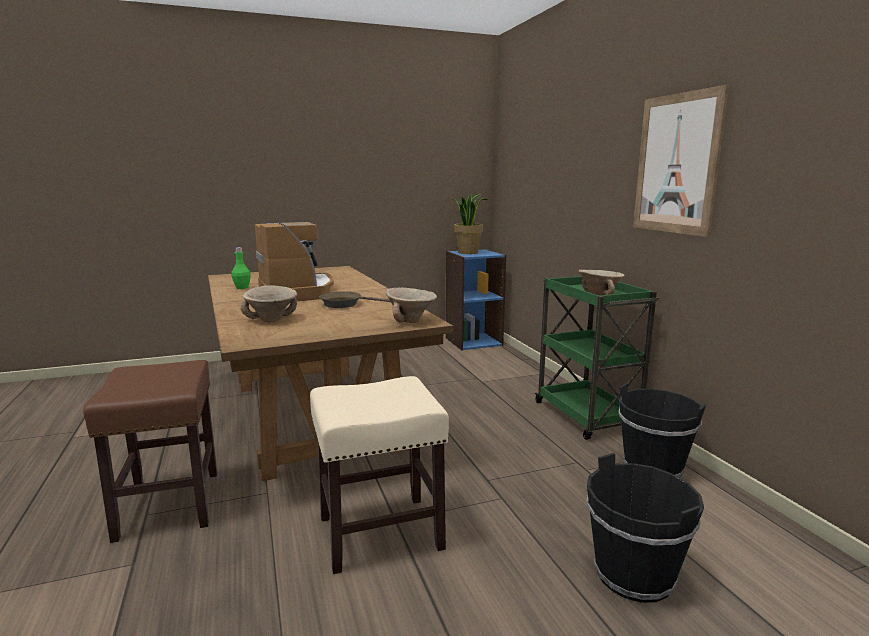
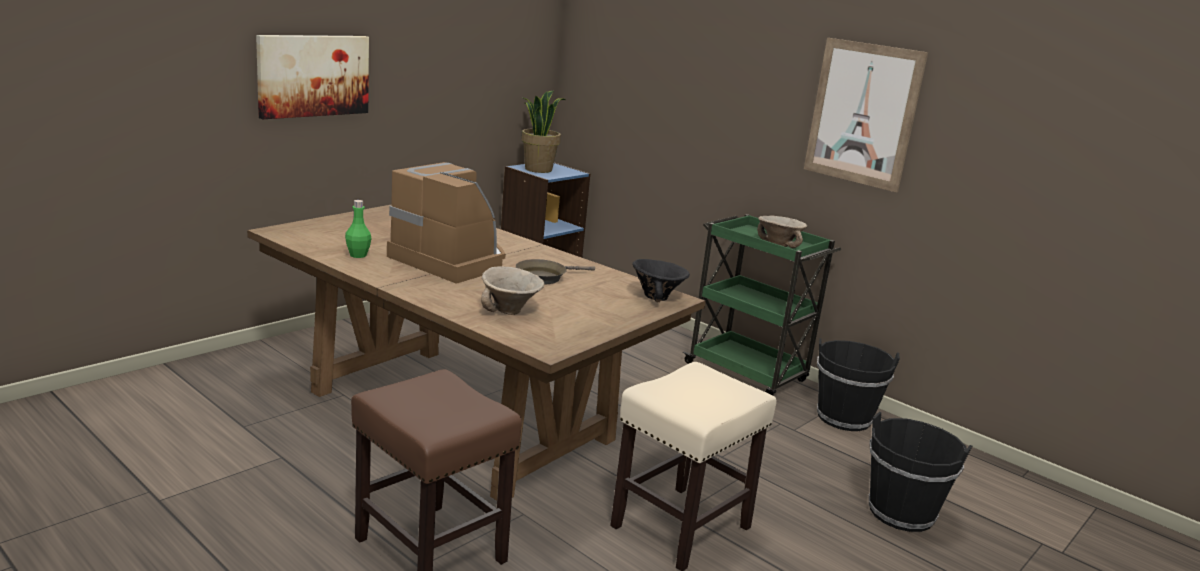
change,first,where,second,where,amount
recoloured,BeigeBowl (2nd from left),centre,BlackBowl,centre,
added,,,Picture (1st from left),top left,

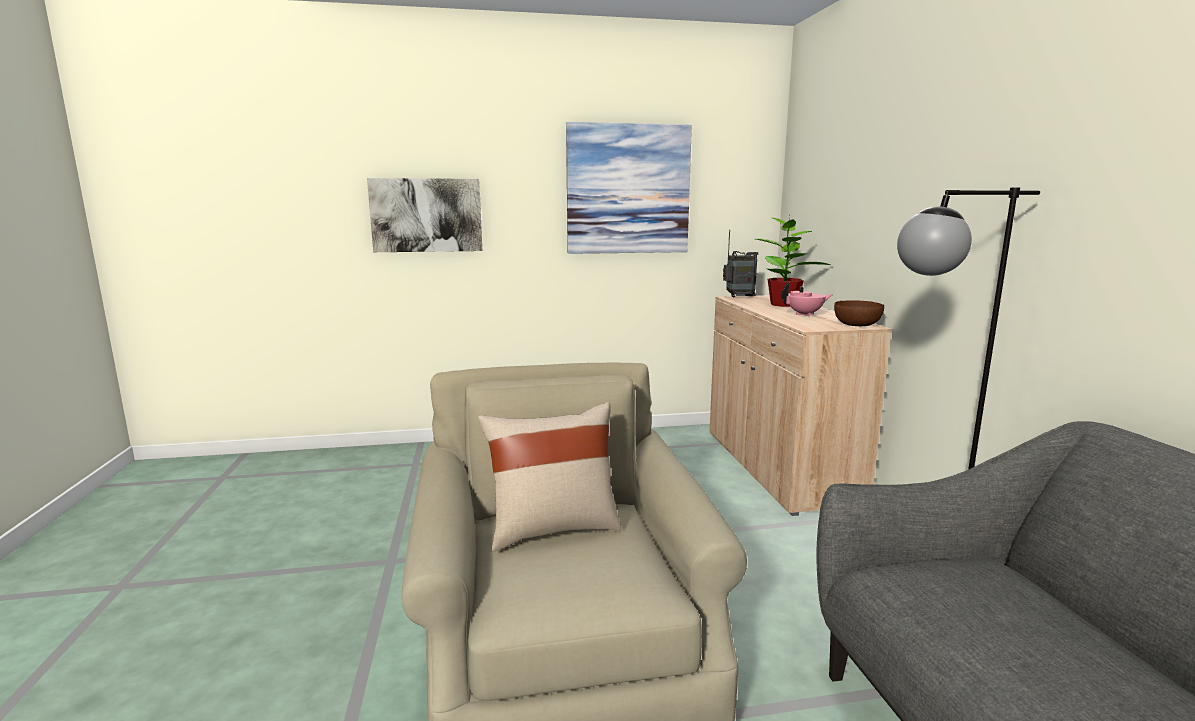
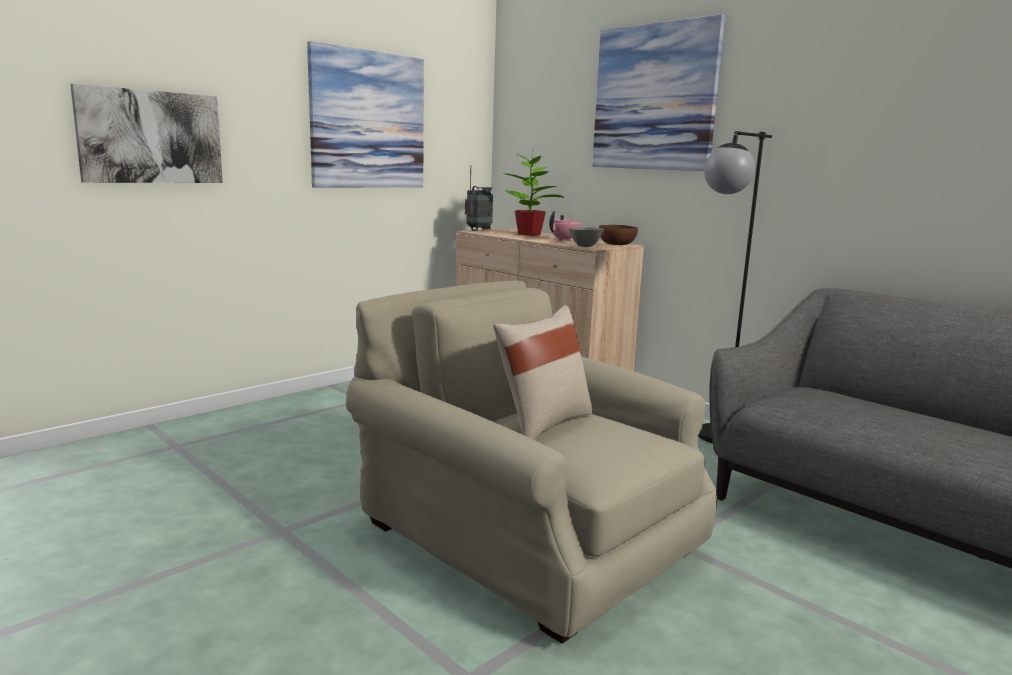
change,first,where,second,where,amount
added,,,Picture (3rd from left),top centre,
added,,,GreyBowl,centre,

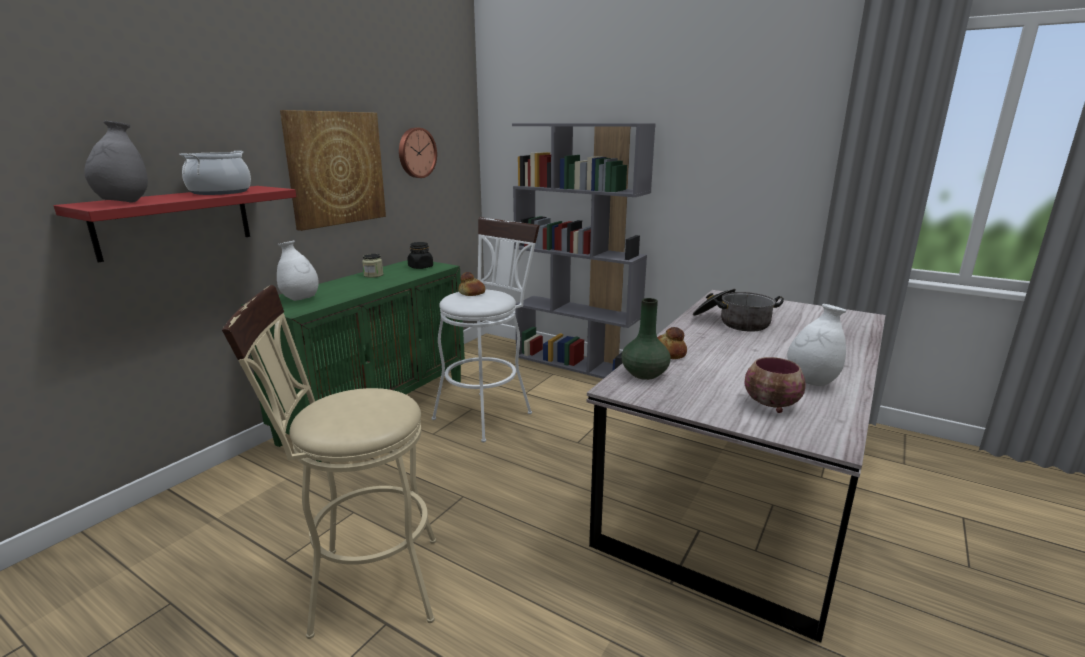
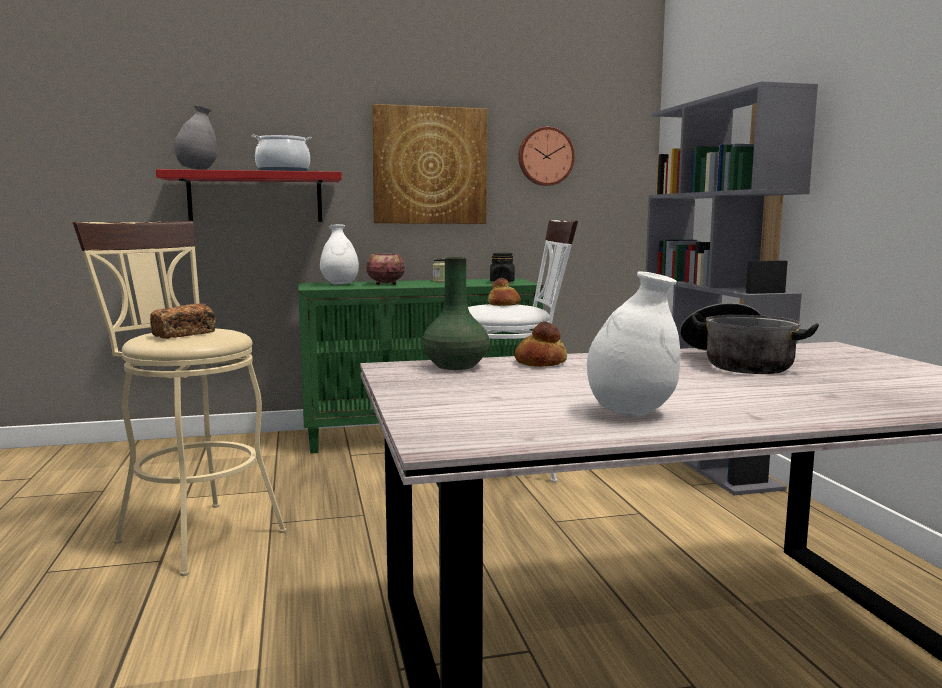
change,first,where,second,where,amount
moved,Bowl,middle right,,centre,
added,,,Bread (1st from left),middle left,

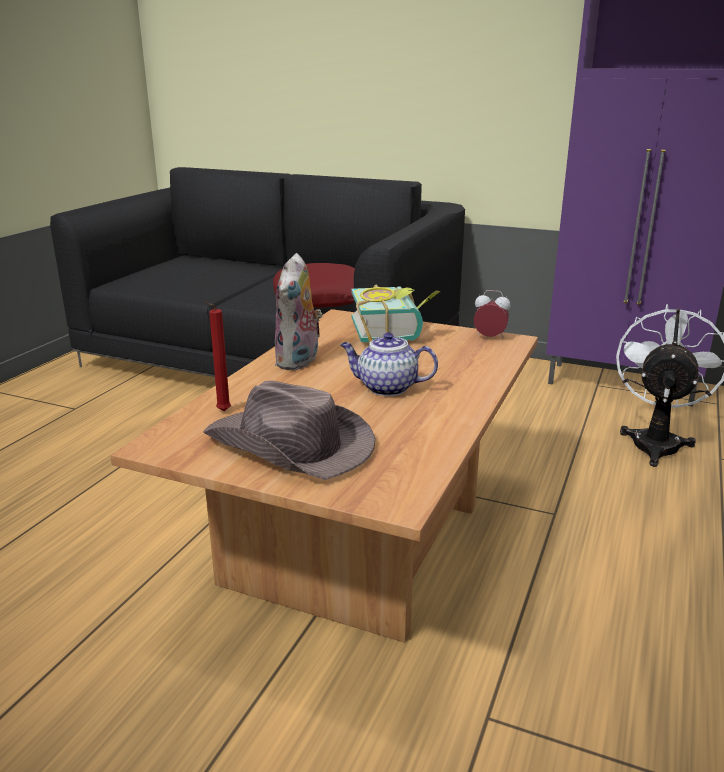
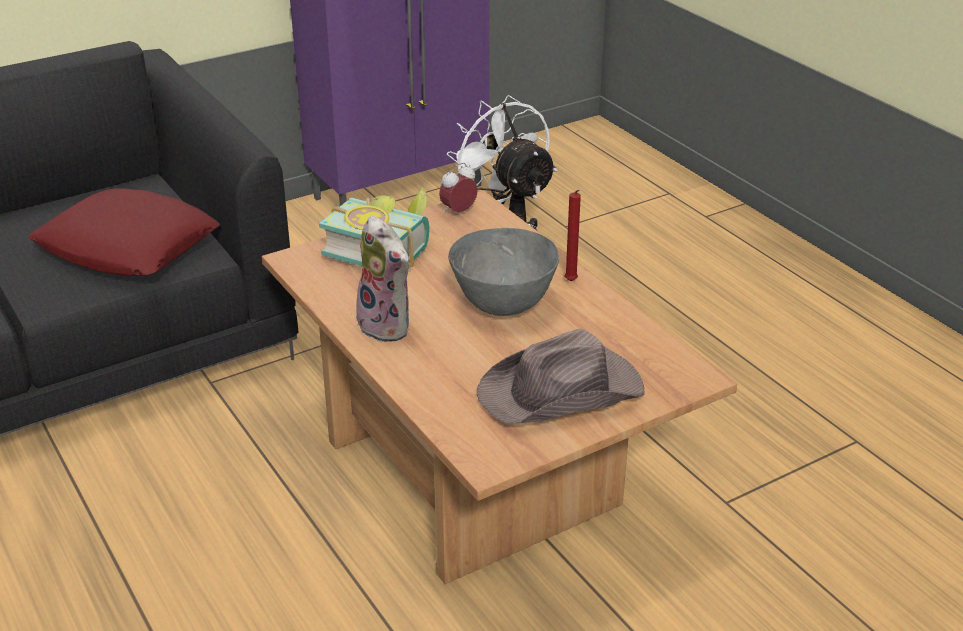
change,first,where,second,where,amount
moved,RedCandle,middle left,,centre,
replaced,Teapot,centre,GreyBowl,centre,

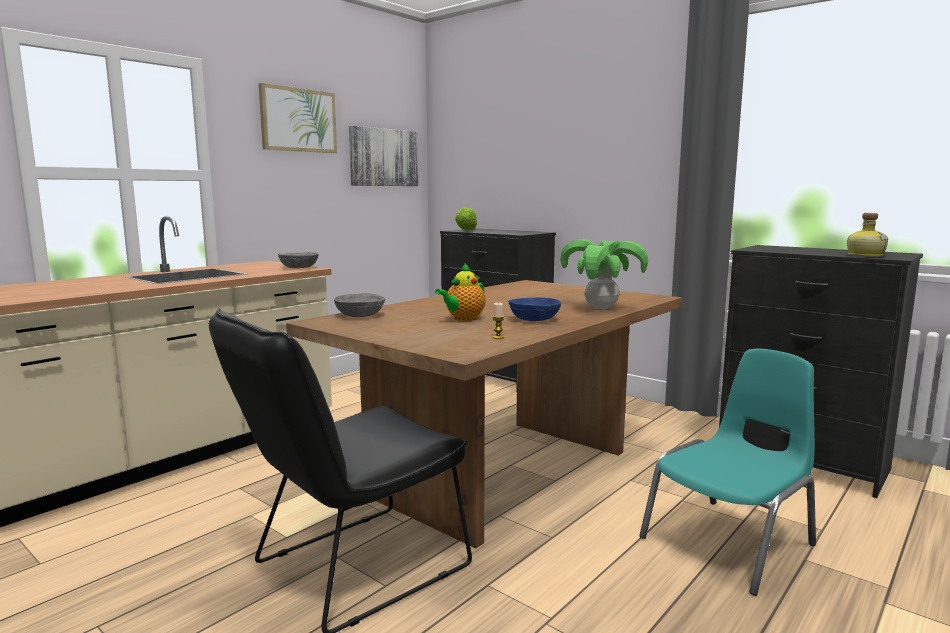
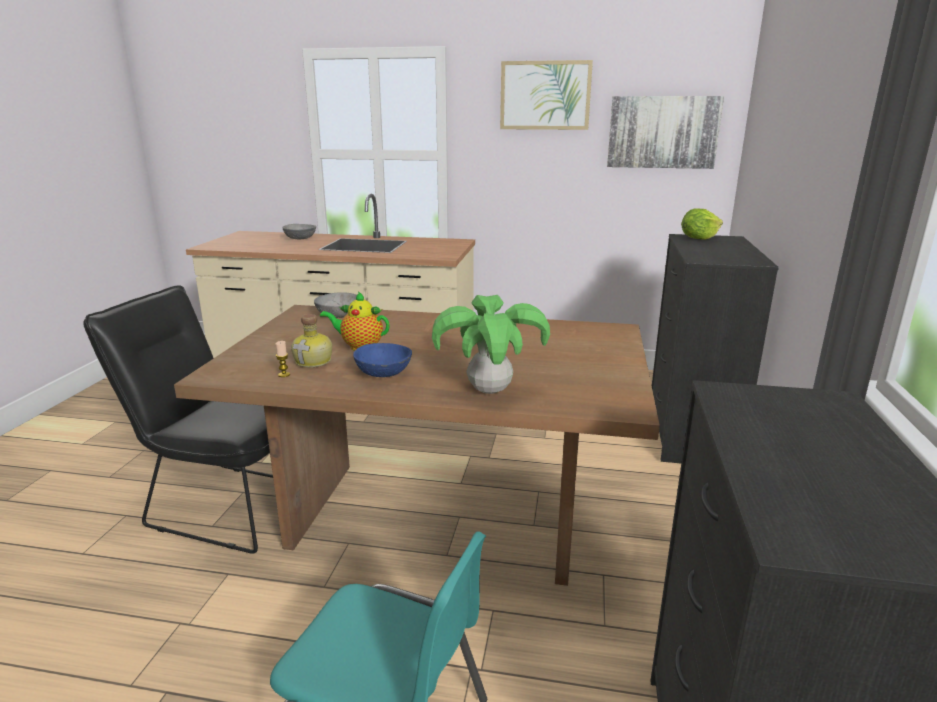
change,first,where,second,where,amount
moved,Bottle,middle right,,middle left,
moved,GreyBowl (1st from left),middle left,,top left,

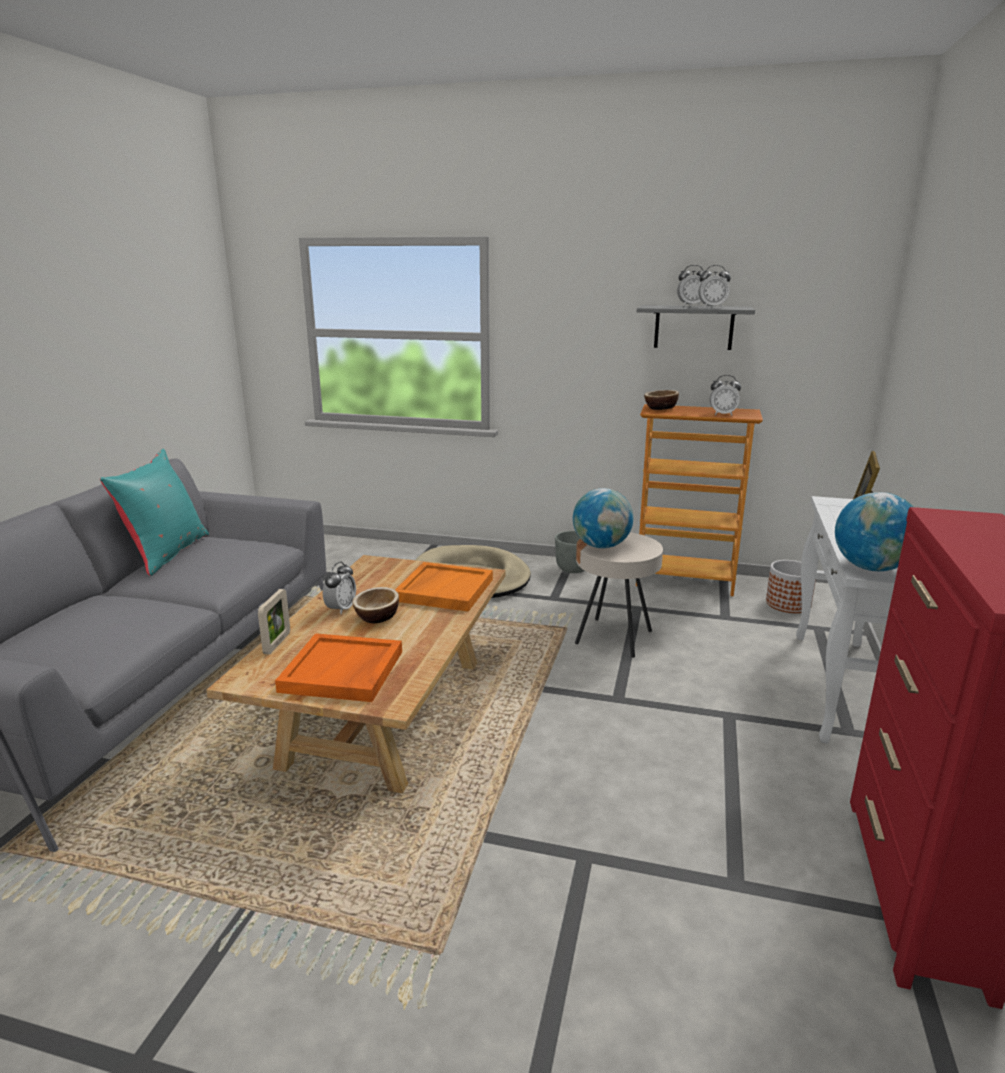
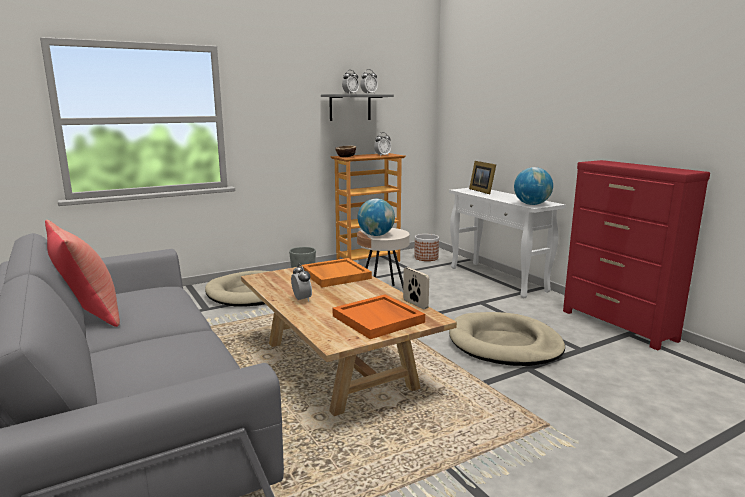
change,first,where,second,where,amount
recoloured,TurquoisePillow,middle left,RedPillow,middle left,
removed,Bowl (1st from left),centre,,,
moved,PictureFrame (1st from left),middle left,,centre,
added,,,BeigeDogBed (2nd from left),bottom right,

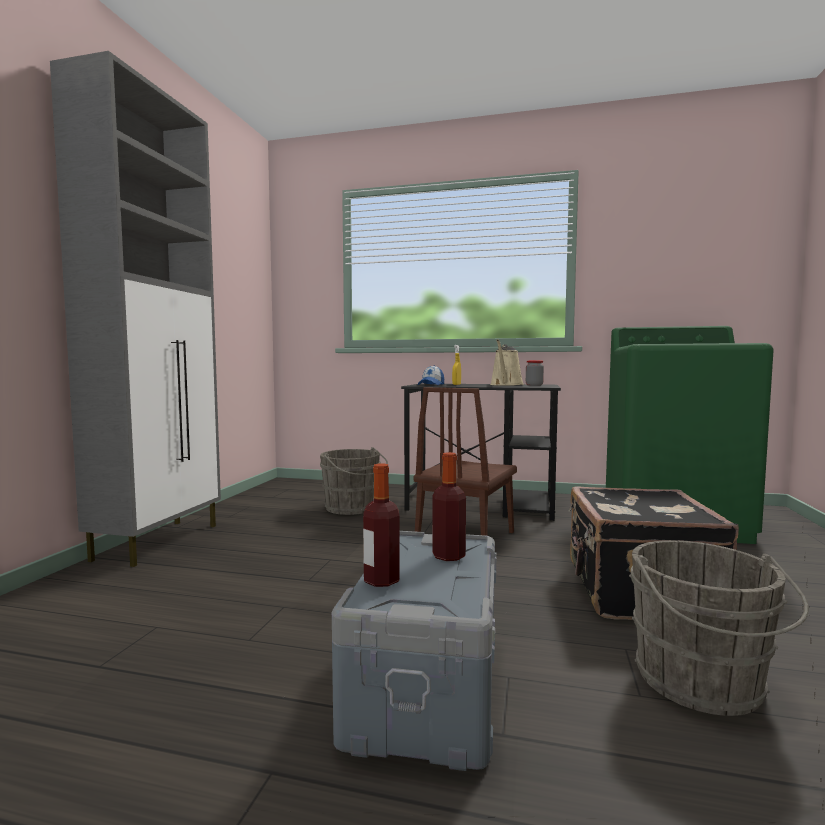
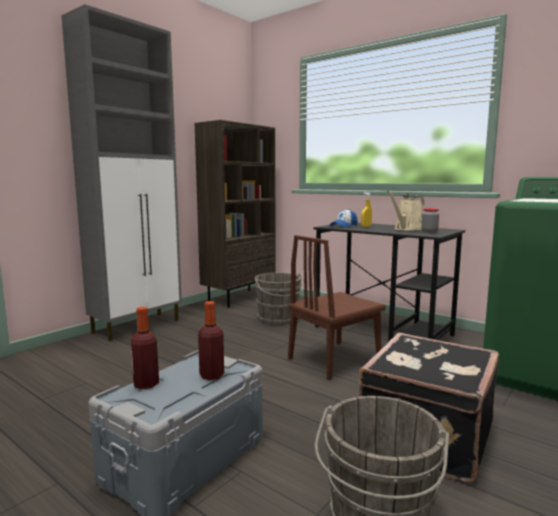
change,first,where,second,where,amount
added,,,BrownBookcase,centre,

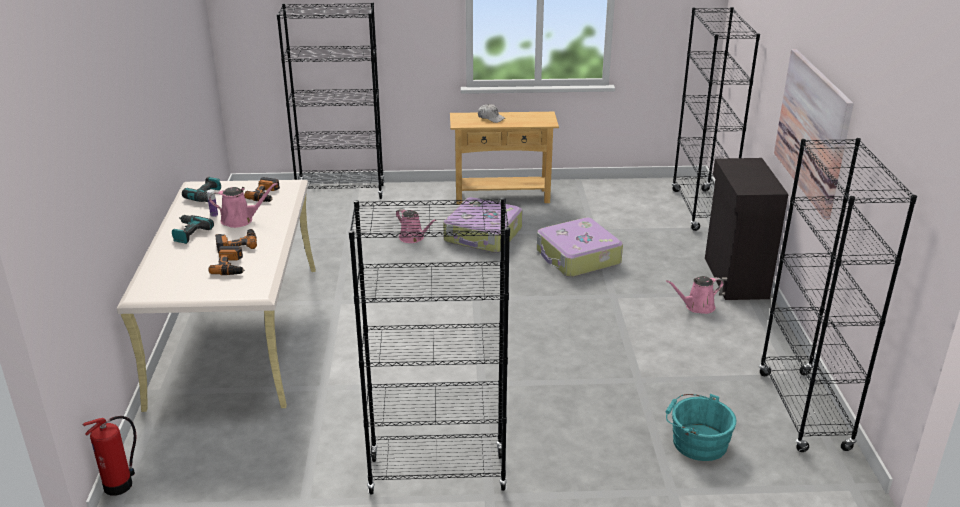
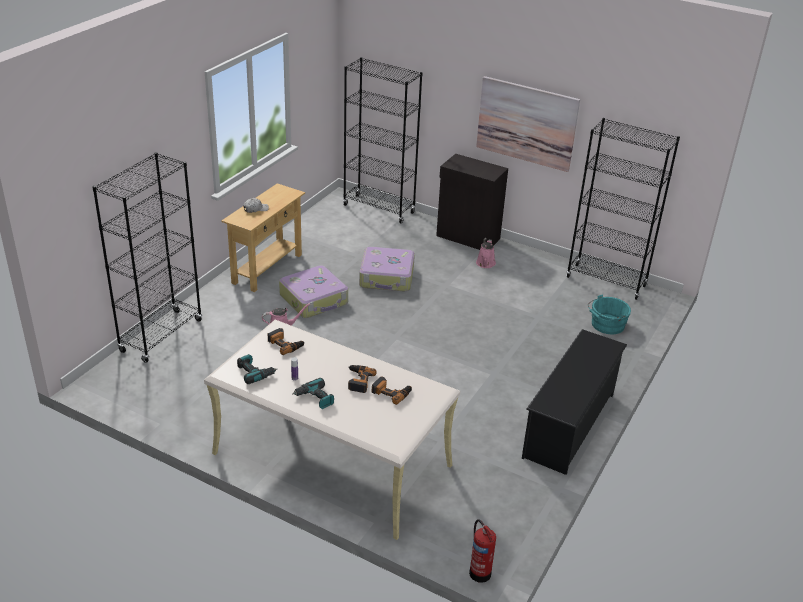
change,first,where,second,where,amount
removed,PinkWateringCan (1st from left),middle left,,,
replaced,BlackBookcase (2nd from left),bottom centre,BlackShoeRack,bottom right,

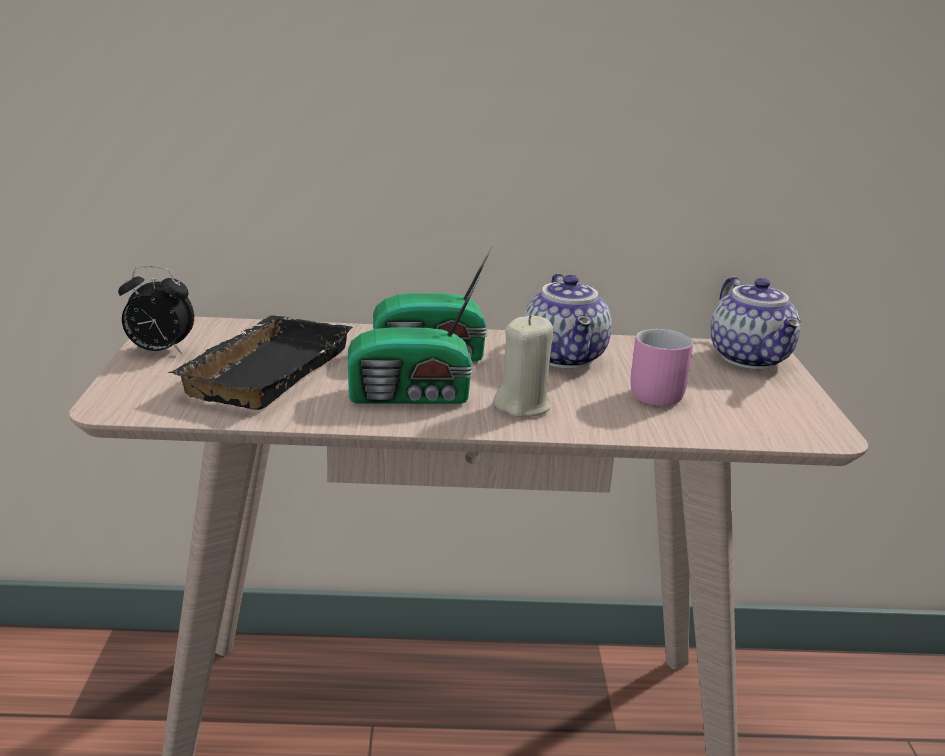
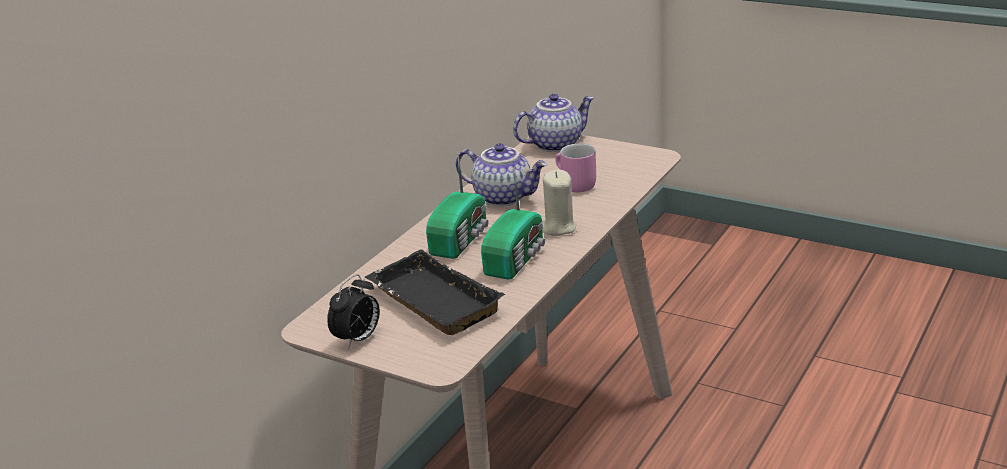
change,first,where,second,where,amount
turned,Teapot (2nd from left),middle right,,top centre,45 degrees counterclockwise

